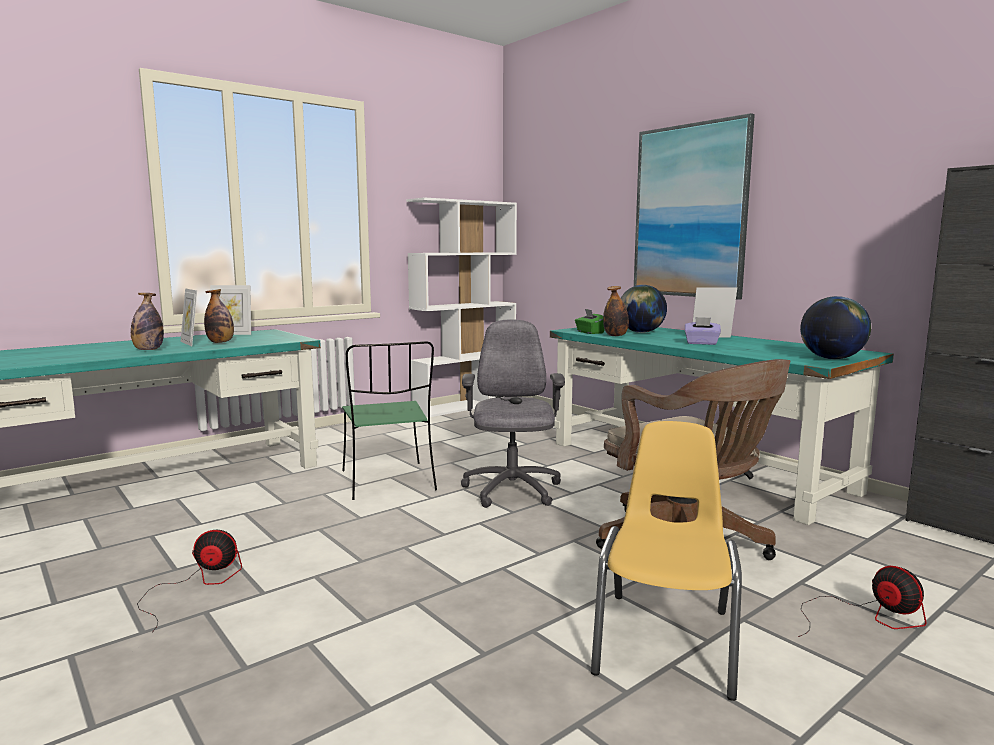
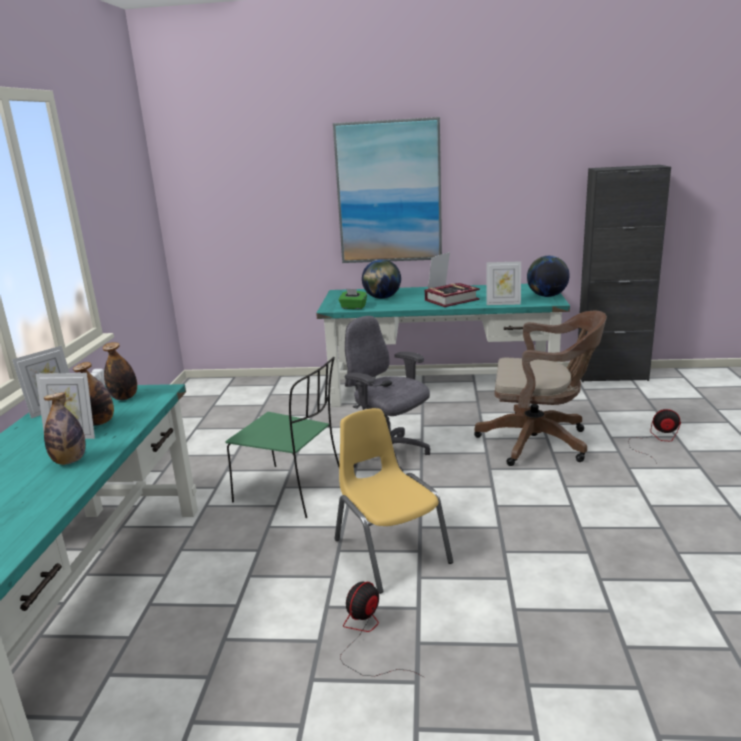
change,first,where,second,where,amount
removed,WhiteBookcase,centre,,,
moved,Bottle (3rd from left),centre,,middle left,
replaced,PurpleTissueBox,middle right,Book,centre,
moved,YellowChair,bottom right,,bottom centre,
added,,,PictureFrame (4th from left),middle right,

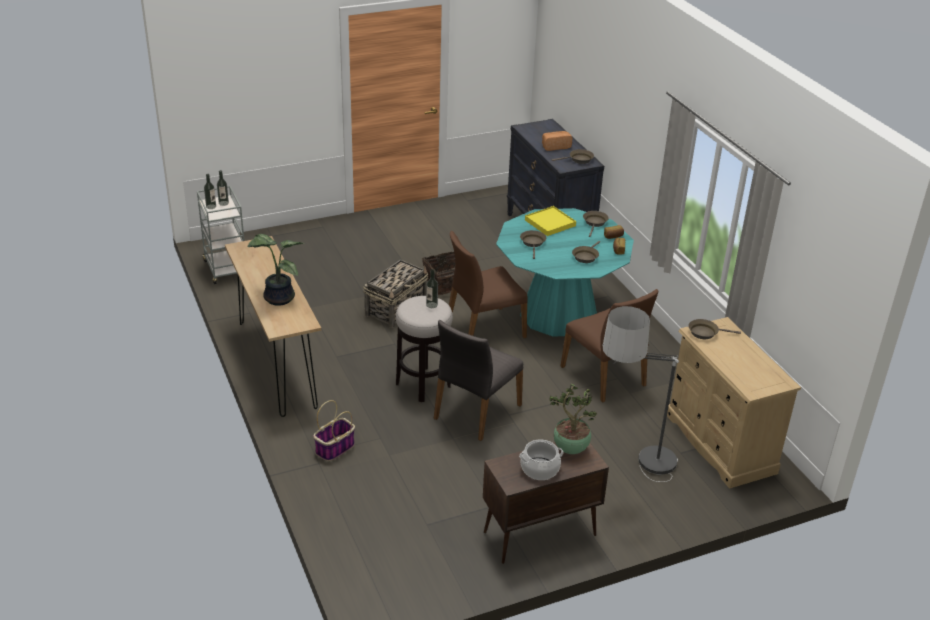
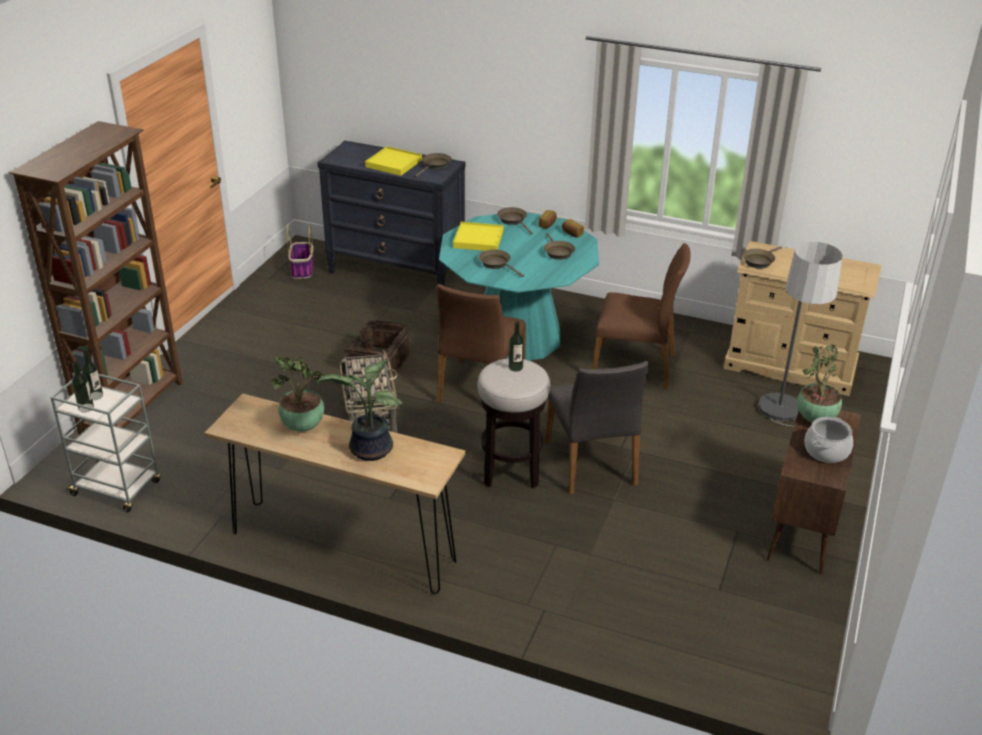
change,first,where,second,where,amount
replaced,Bread (1st from left),top centre,YellowTray (1st from left),top centre,
moved,Basket (1st from left),bottom centre,,middle left,
added,,,BrownBookcase,middle left,
added,,,PottedPlant (1st from left),middle left,

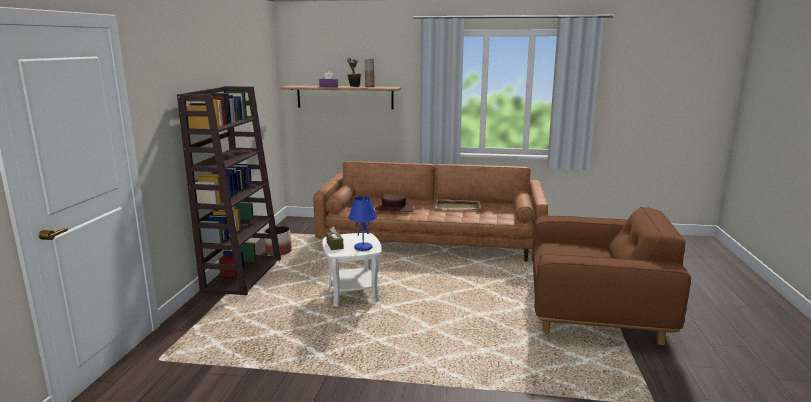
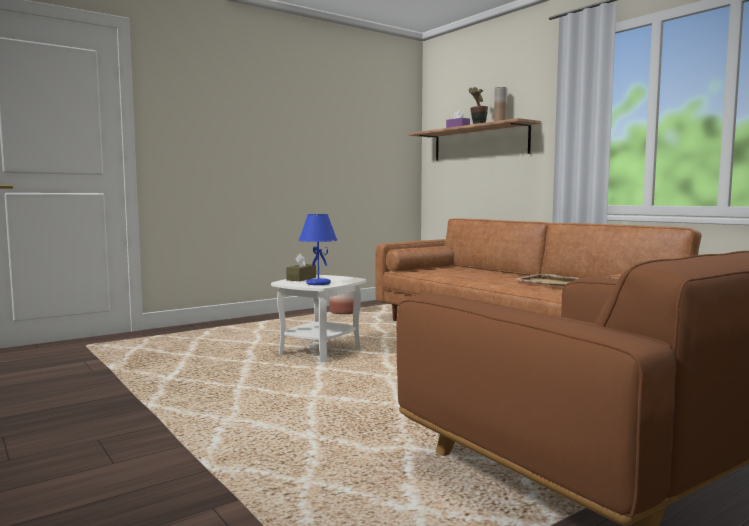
change,first,where,second,where,amount
removed,BrownBookcase,middle left,,,
removed,BrownHat,centre,,,

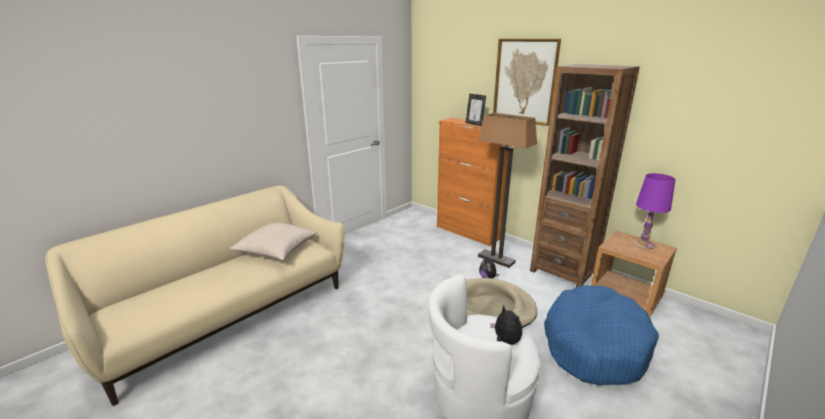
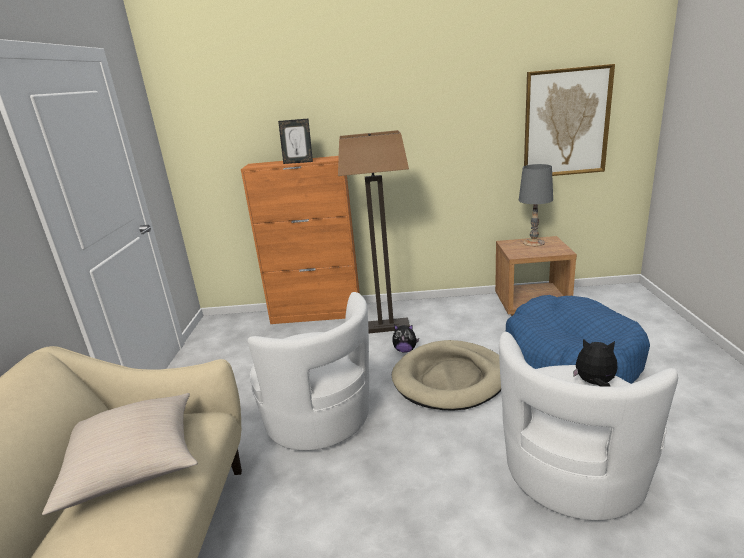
change,first,where,second,where,amount
moved,Picture,top centre,,top right,
removed,BrownBookcase,middle right,,,
recoloured,PurpleTableLamp,middle right,GreyTableLamp,middle right,
added,,,WhiteArmchair (1st from left),centre,

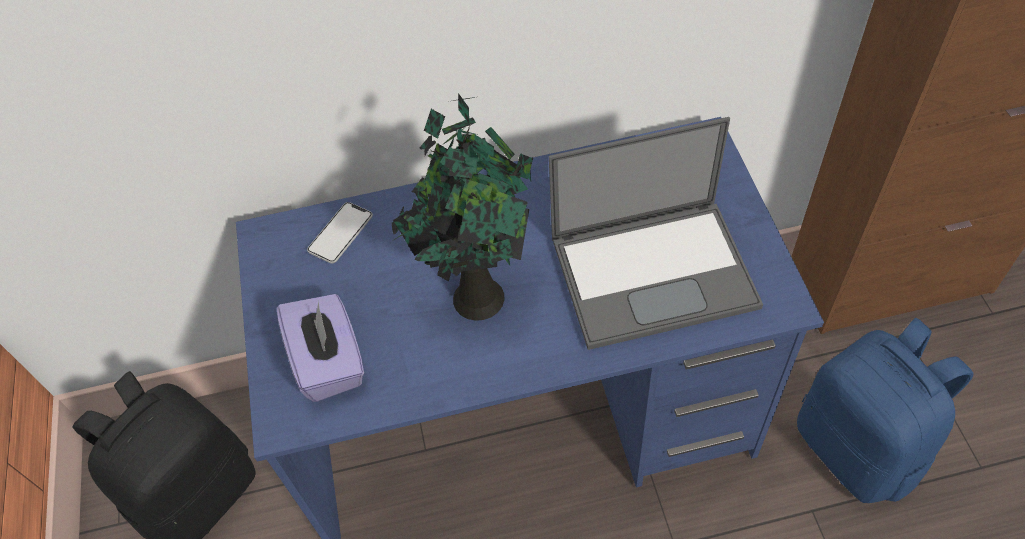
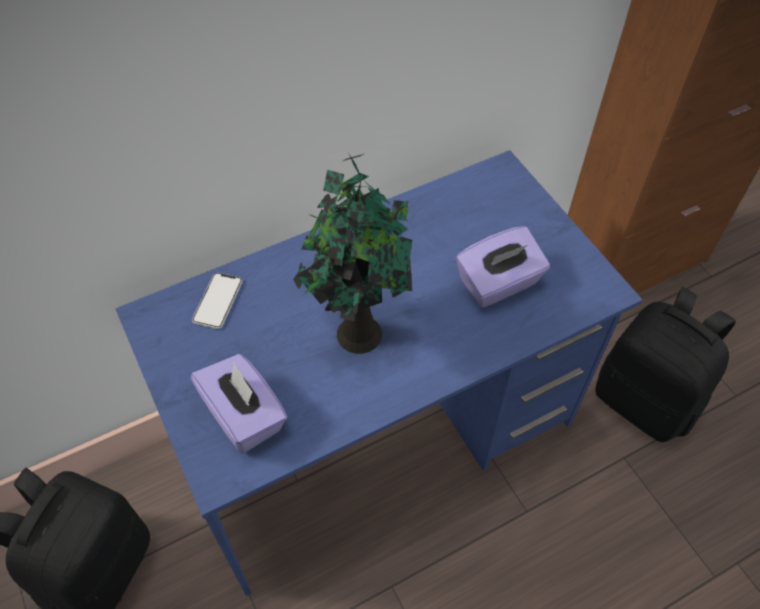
change,first,where,second,where,amount
replaced,Laptop,centre,PurpleTissueBox (2nd from left),centre,
recoloured,BlueBackpack,bottom right,BlackBackpack (2nd from left),middle right,

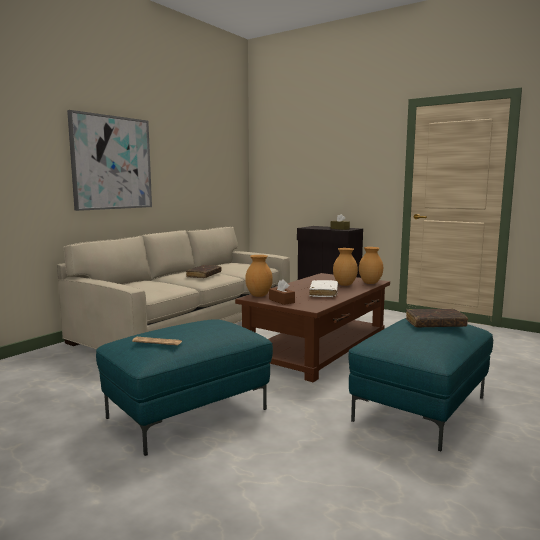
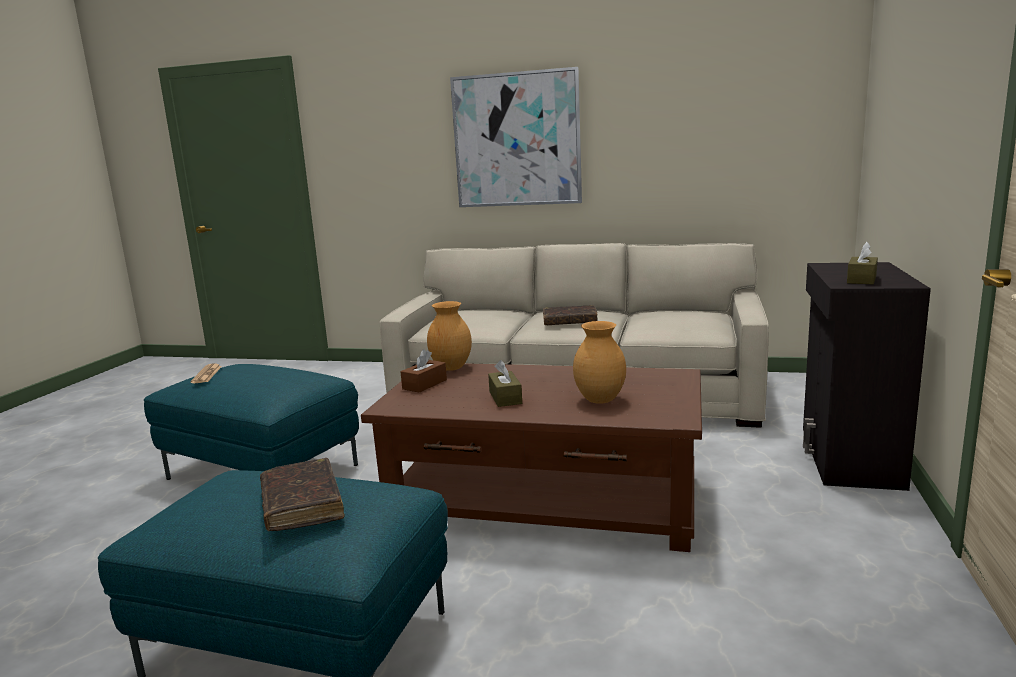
change,first,where,second,where,amount
removed,BrownVase (3rd from left),middle right,,,
replaced,WhiteBook,centre,BrownTissueBox (2nd from left),centre,

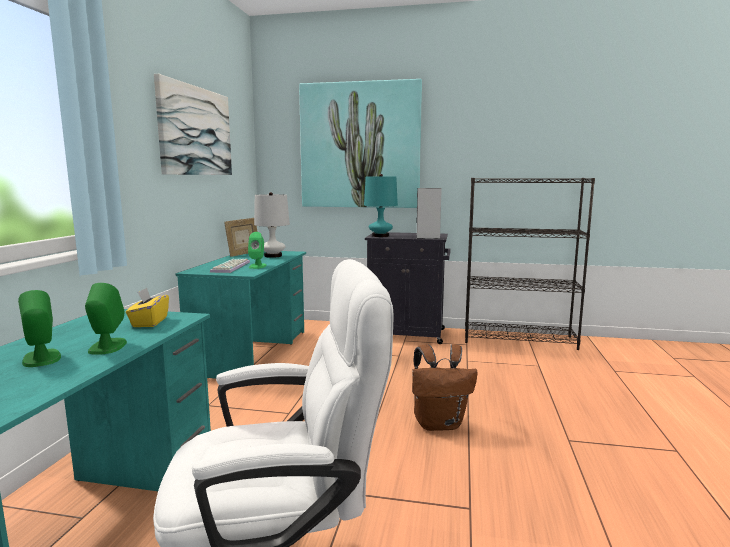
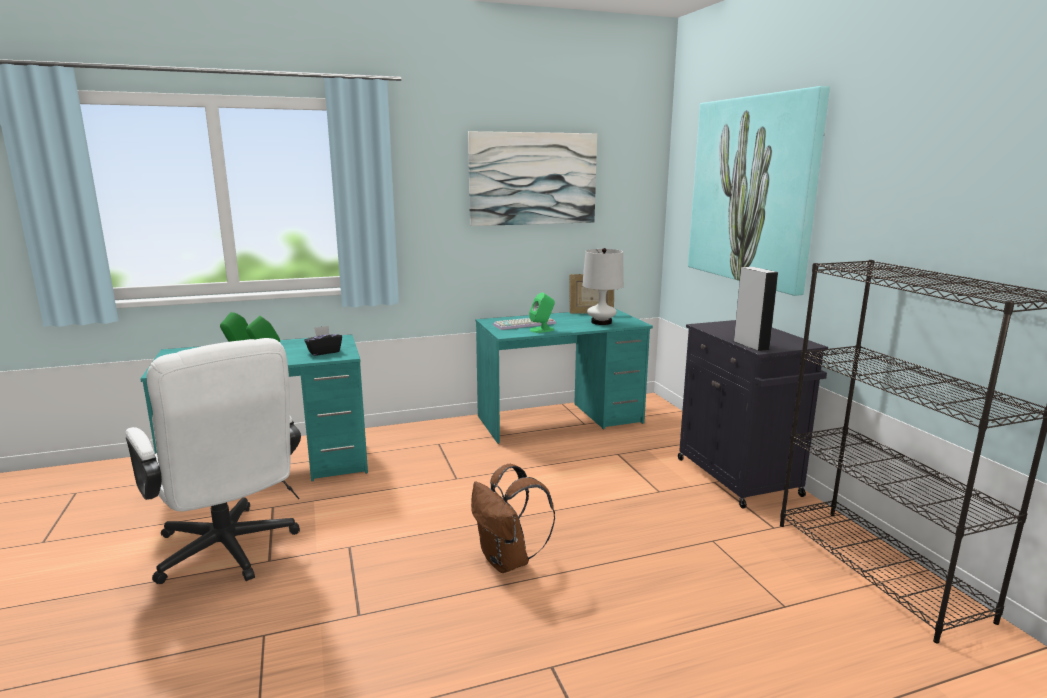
change,first,where,second,where,amount
removed,TurquoiseTableLamp,centre,,,
recoloured,YellowTissueBox,middle left,BlackTissueBox,middle left,

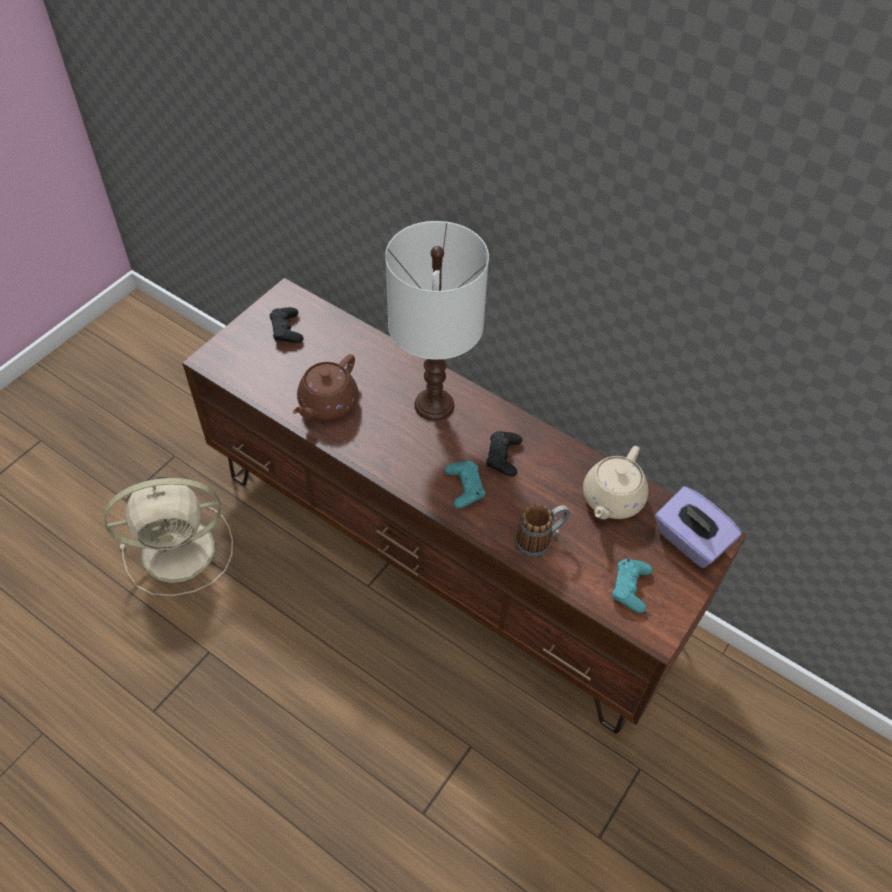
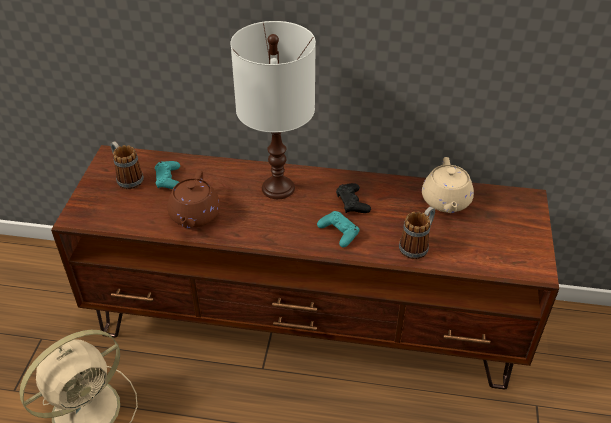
change,first,where,second,where,amount
replaced,BlackGameController (1st from left),middle left,Mug (1st from left),middle left,
removed,PurpleTissueBox,middle right,,,
moved,TurquoiseGameController (2nd from left in the first image),middle right,TurquoiseGameController (1st from left),middle left,

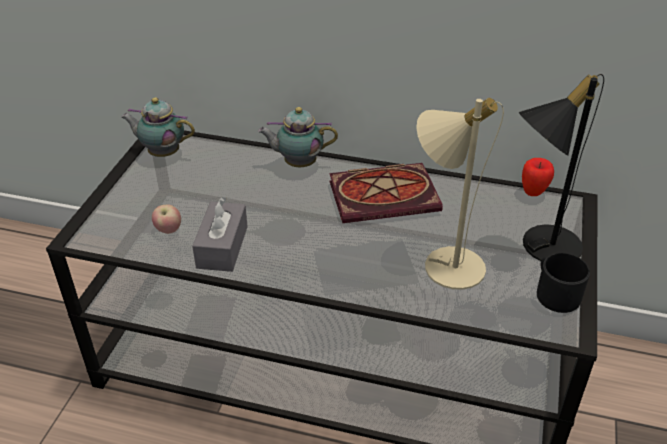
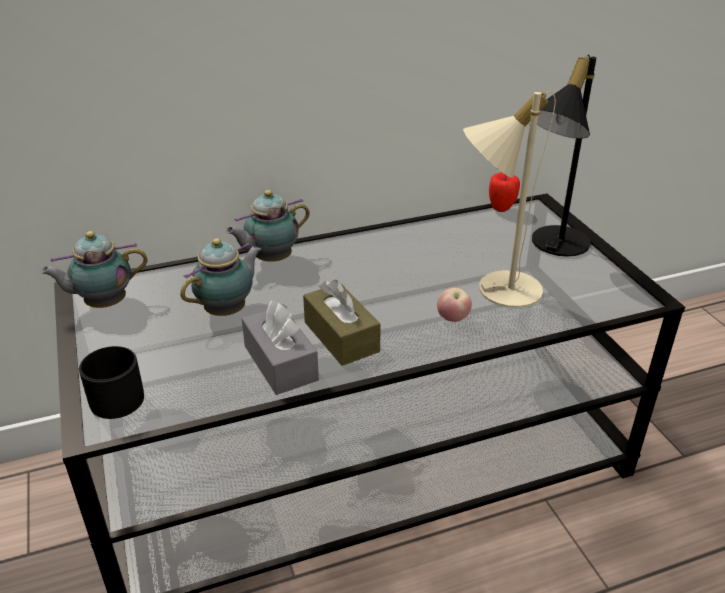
change,first,where,second,where,amount
removed,Book,centre,,,
moved,Apple (1st from left),middle left,,centre,
moved,BlackMug,middle right,,middle left,
added,,,Teapot (2nd from left),middle left,
added,,,BrownTissueBox,centre,

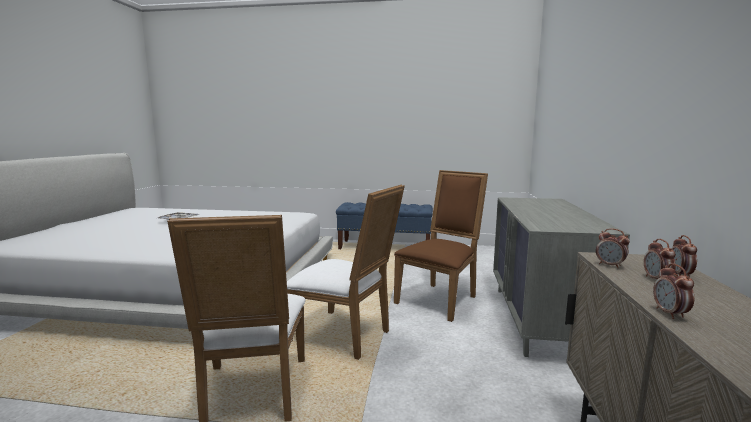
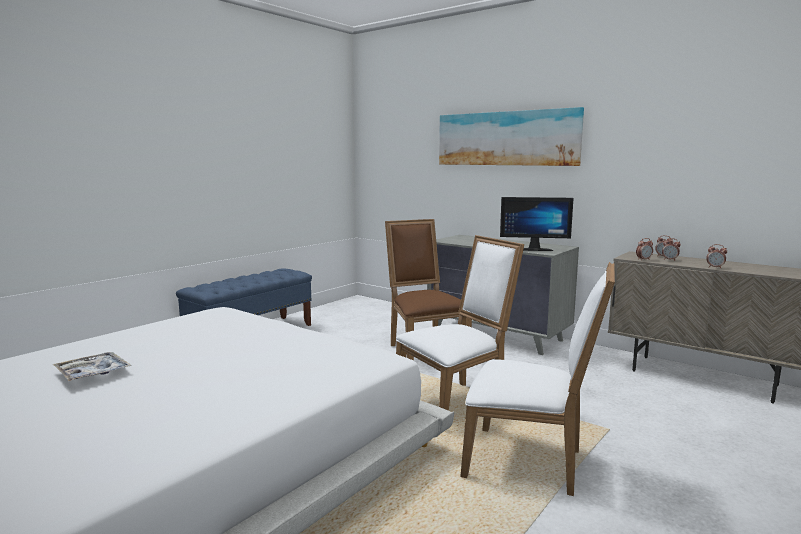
change,first,where,second,where,amount
added,,,Picture,top centre,
added,,,Monitor,middle right,

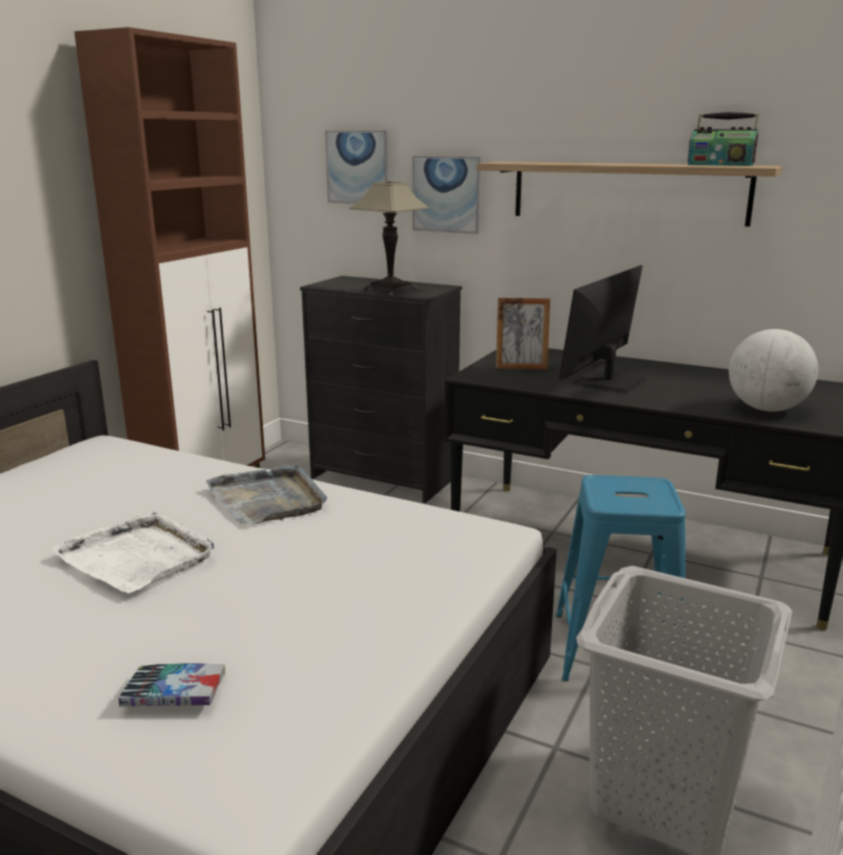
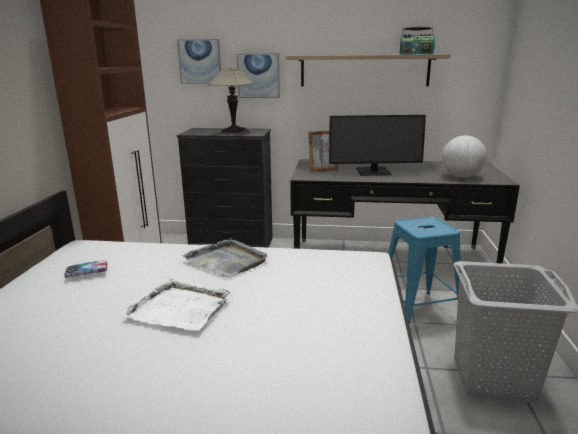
change,first,where,second,where,amount
turned,Monitor,middle right,,centre,105 degrees counterclockwise
moved,Book,bottom left,,middle left,

